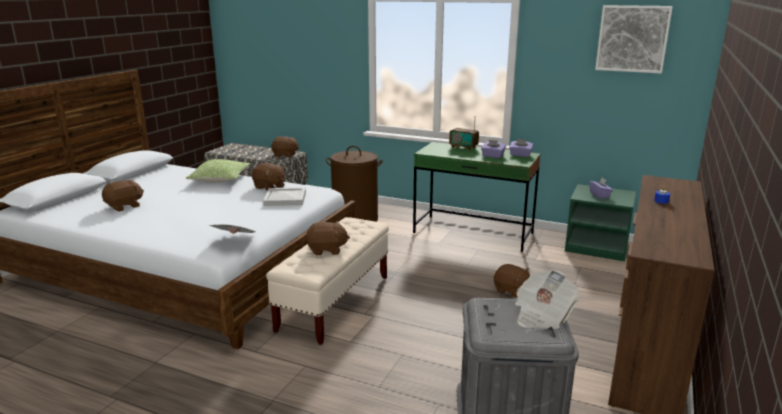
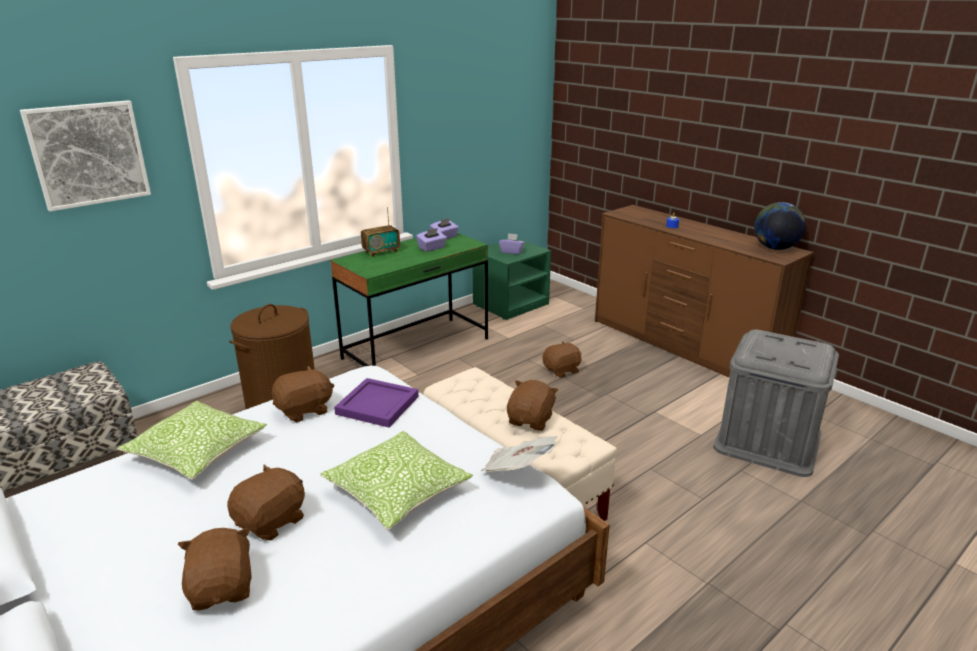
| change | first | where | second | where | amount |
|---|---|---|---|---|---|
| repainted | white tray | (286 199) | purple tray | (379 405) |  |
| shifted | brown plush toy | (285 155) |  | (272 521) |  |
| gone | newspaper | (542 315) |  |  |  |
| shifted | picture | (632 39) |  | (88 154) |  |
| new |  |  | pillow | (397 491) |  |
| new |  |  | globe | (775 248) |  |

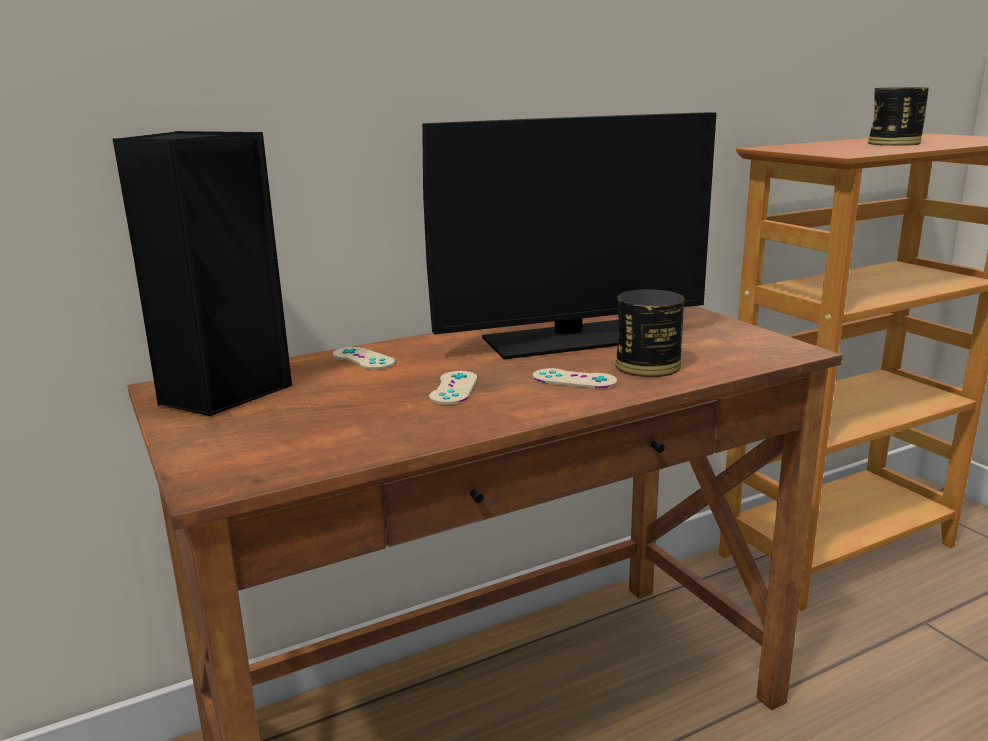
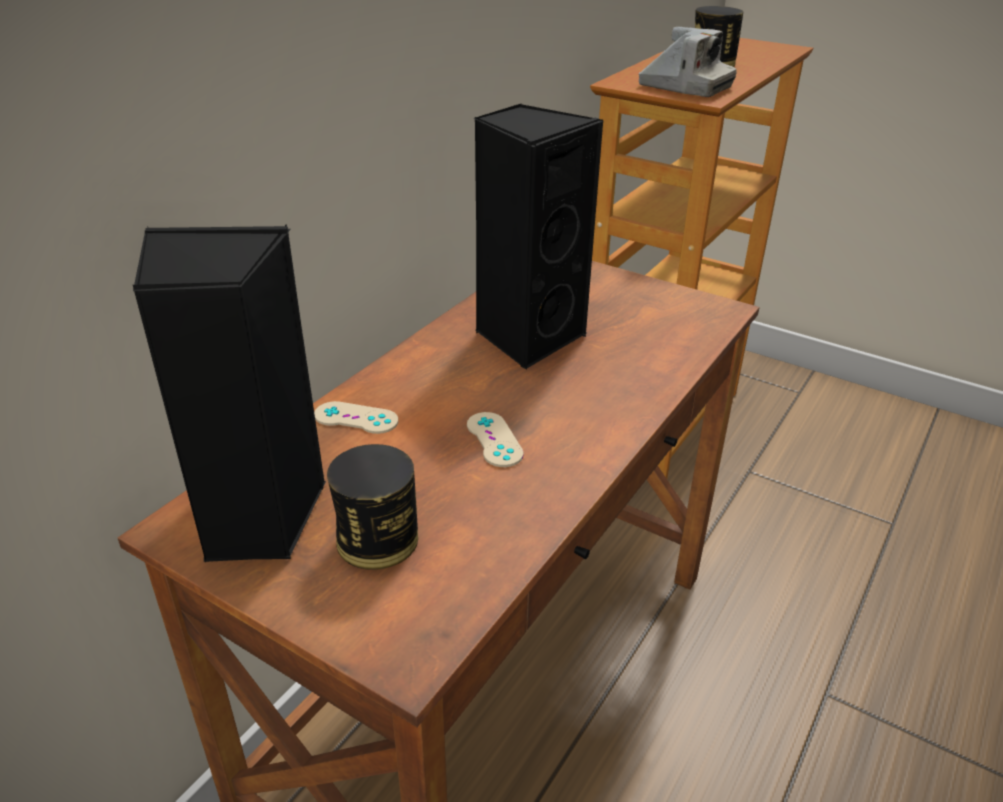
| change | first | where | second | where | amount |
|---|---|---|---|---|---|
| swapped | monitor | (568 339) | black speaker | (527 337) |  |
| gone | beige game controller | (574 379) |  |  |  |
| shifted | can | (647 366) |  | (377 540) |  |
| new |  |  | photo camera | (685 87) |  |

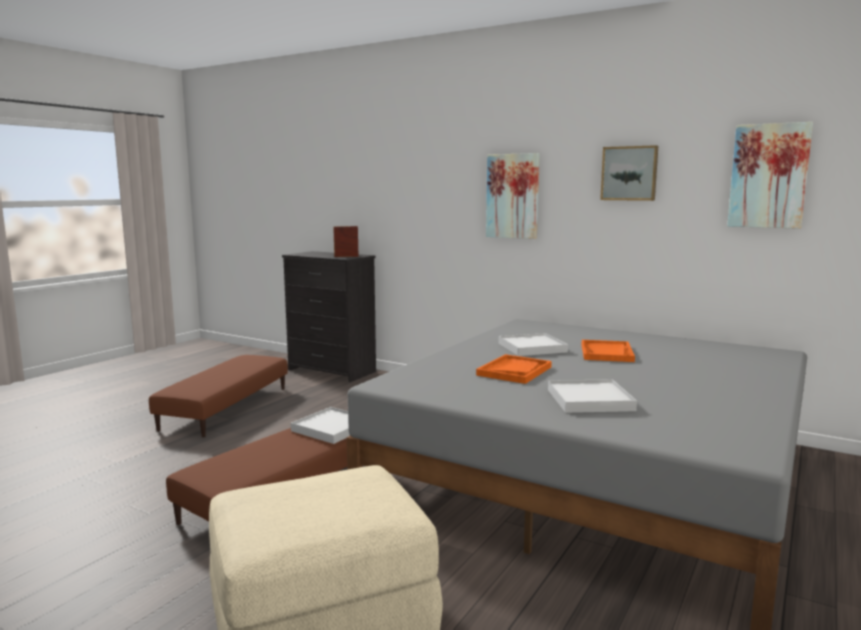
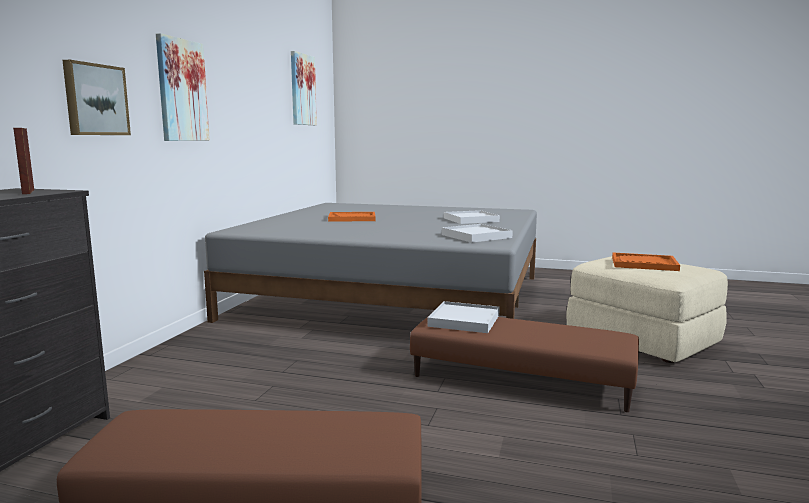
| change | first | where | second | where | amount |
|---|---|---|---|---|---|
| shifted | orange tray | (514 371) |  | (643 264) |  |
| shifted | white tray | (531 347) |  | (476 236) |  |
| shifted | picture | (629 173) |  | (95 100) |  |

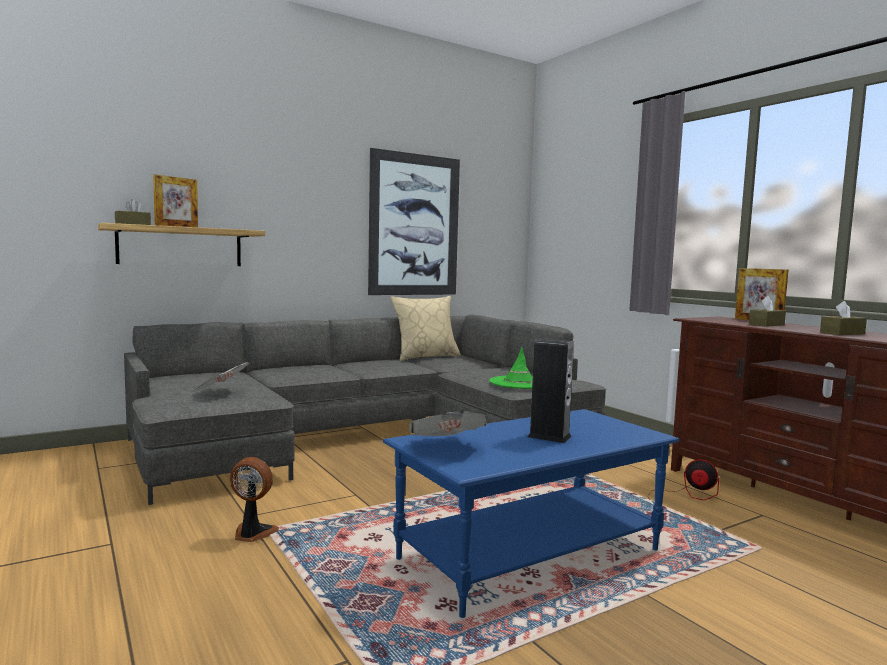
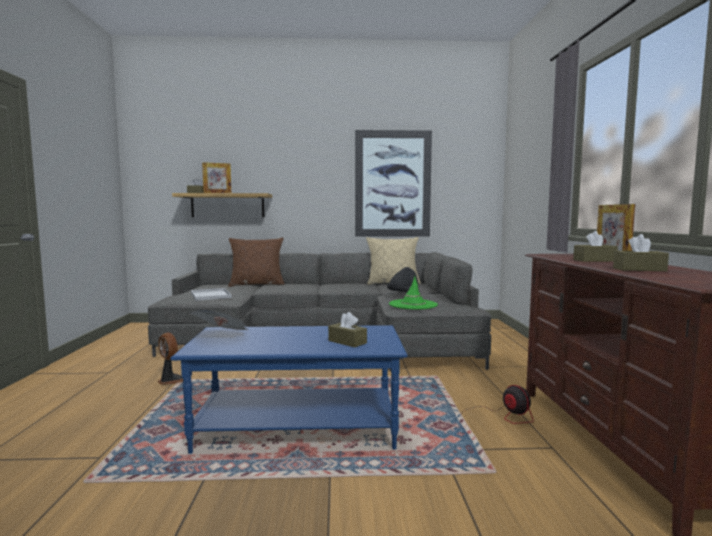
| change | first | where | second | where | amount |
|---|---|---|---|---|---|
| swapped | newspaper | (220 393) | white tray | (210 295) |  |
| gone | speaker | (549 436) |  |  |  |
| new |  |  | brown pillow | (257 284) |  |
| new |  |  | brown tissue box | (347 342) |  |
| new |  |  | black hat | (403 295) |  |

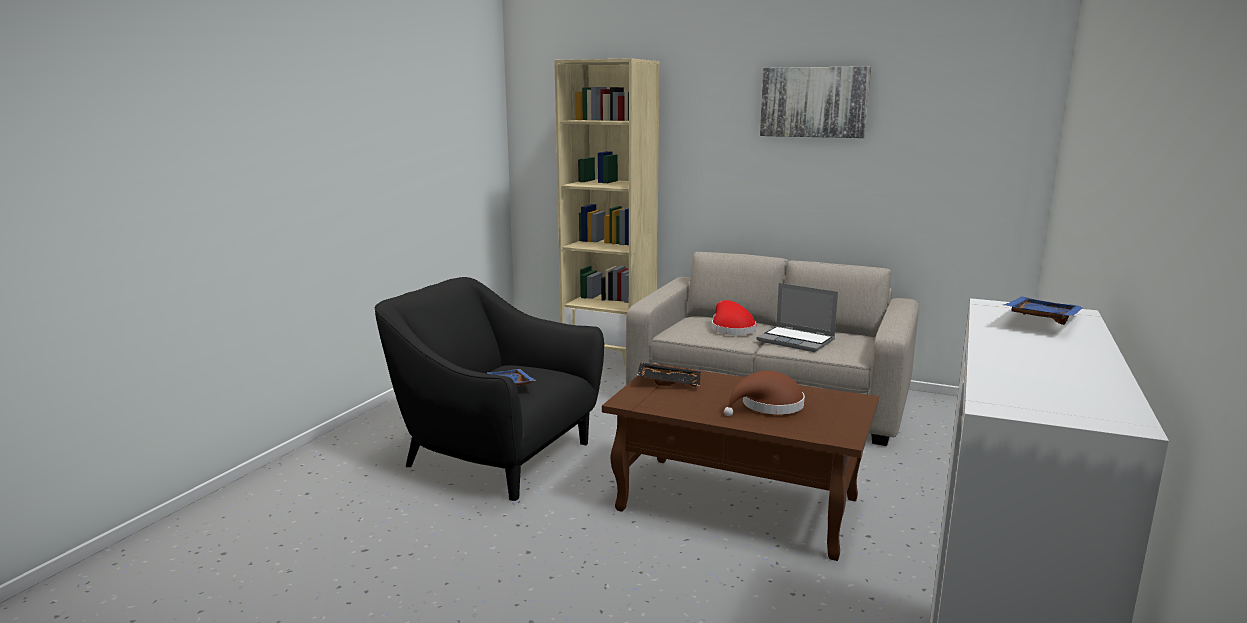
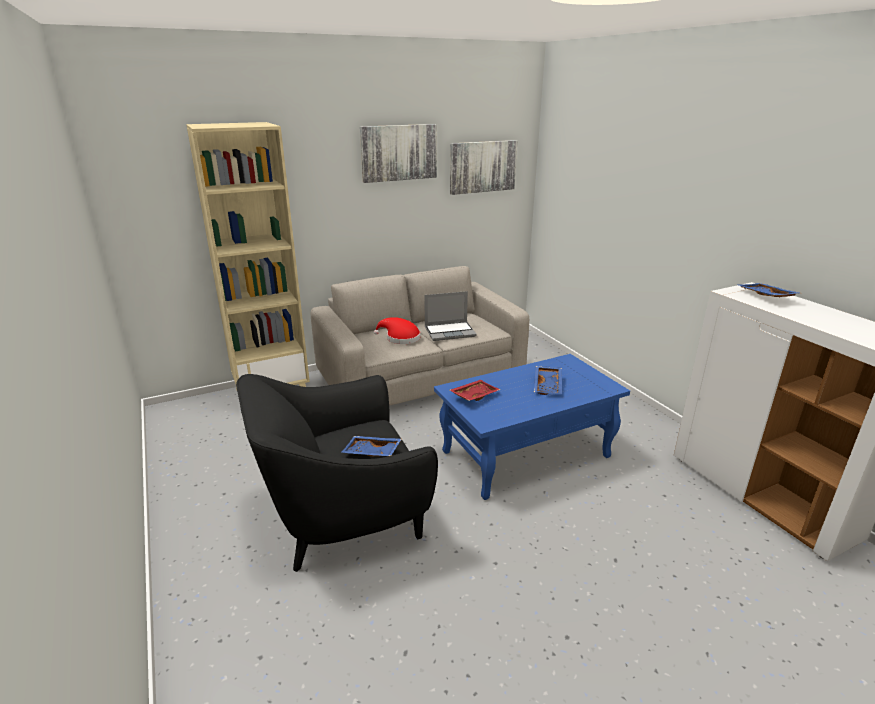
| change | first | where | second | where | amount |
|---|---|---|---|---|---|
| repainted | brown coffee table | (739 504) | blue coffee table | (527 453) |  |
| repainted | black tray | (669 382) | red tray | (474 395) |  |
| swapped | brown hat | (768 406) | blue tray | (548 385) |  |
| new |  |  | picture | (482 166) |  |

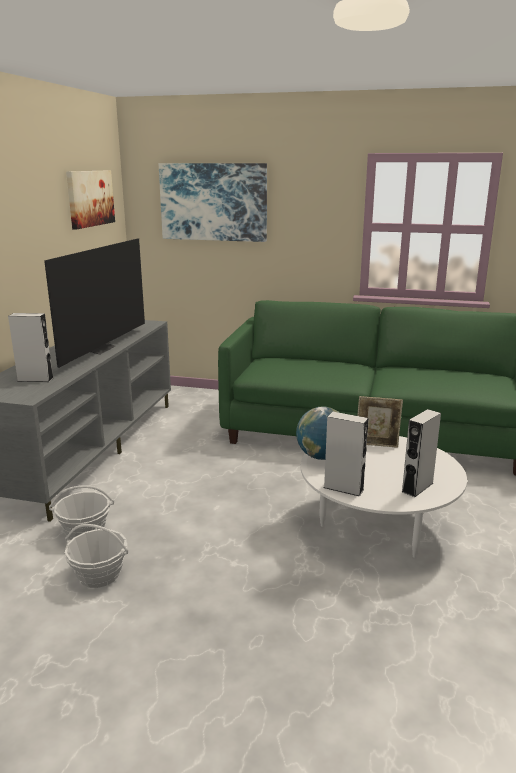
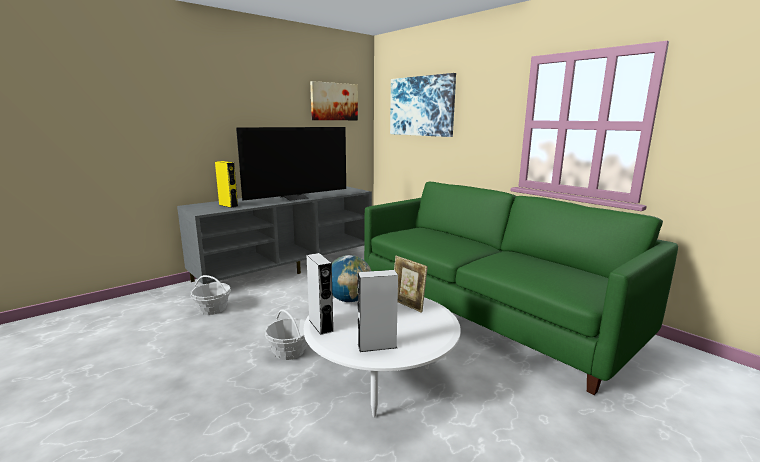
| change | first | where | second | where | amount |
|---|---|---|---|---|---|
| repainted | grey speaker | (35 379) | yellow speaker | (228 205) |  |
| shifted | basket | (99 575) |  | (289 351) |  |

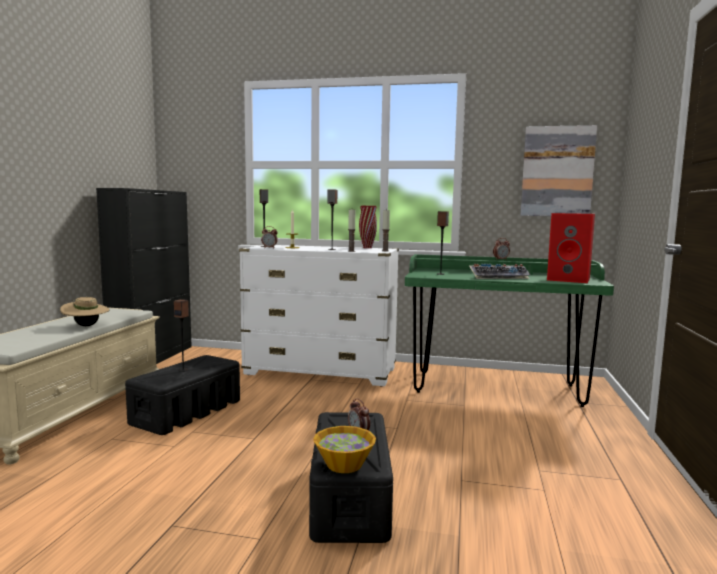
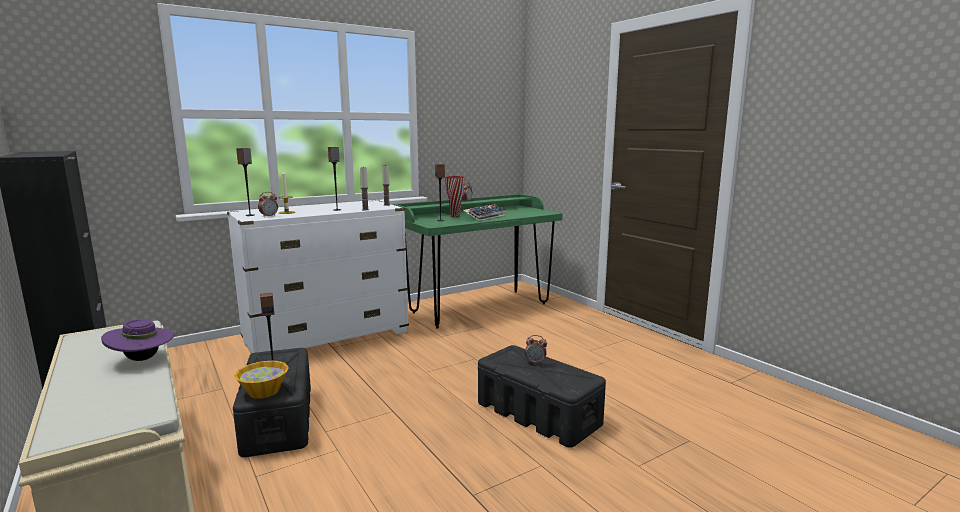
| change | first | where | second | where | amount |
|---|---|---|---|---|---|
| repainted | beige hat | (86 326) | purple hat | (142 359) |  |
| shifted | bowl | (344 464) |  | (263 391) |  |
| shifted | red vase | (367 248) |  | (455 216) |  |
| gone | picture | (557 172) |  |  |  |
| gone | red speaker | (569 279) |  |  |  |

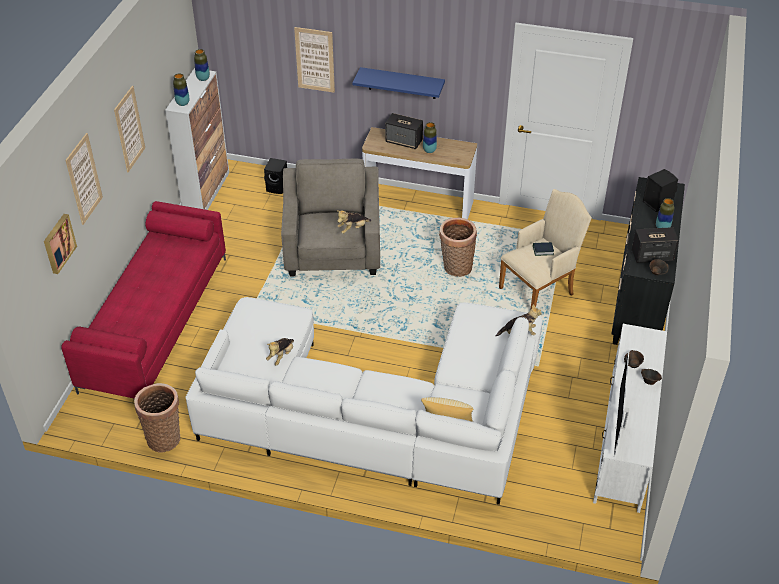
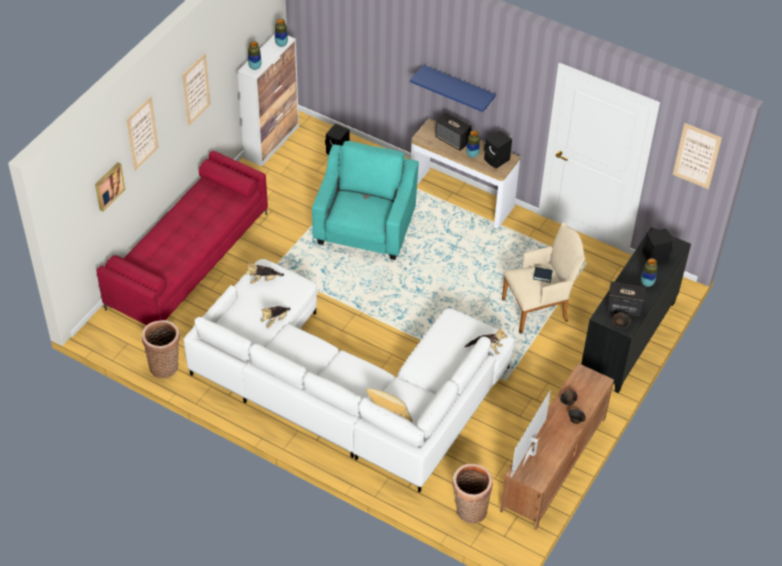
| change | first | where | second | where | amount |
|---|---|---|---|---|---|
| repainted | grey armchair | (333 253) | turquoise armchair | (365 229) |  |
| shifted | picture | (315 60) |  | (697 156) |  |
| shifted | plush toy | (353 229) |  | (264 280) |  |
| shifted | basket | (456 267) |  | (469 510) |  |
| repainted | white tv stand | (625 438) | brown tv stand | (553 464) |  |
| new |  |  | black speaker | (497 160) |  |

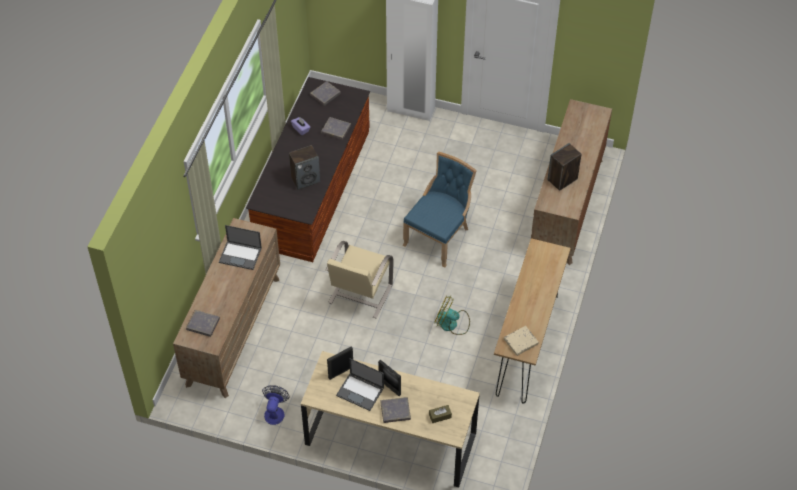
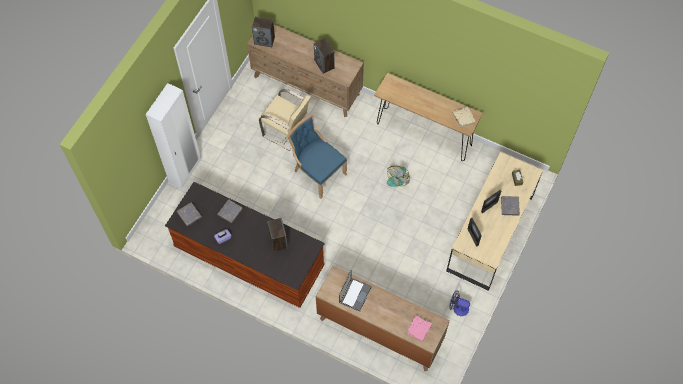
| change | first | where | second | where | amount |
|---|---|---|---|---|---|
| repainted | grey book | (203 324) | pink book | (418 329) |  |
| shifted | beige chair | (359 294) |  | (286 130) |  |
| gone | laptop | (360 392) |  |  |  |
| new |  |  | speaker | (264 40) |  |

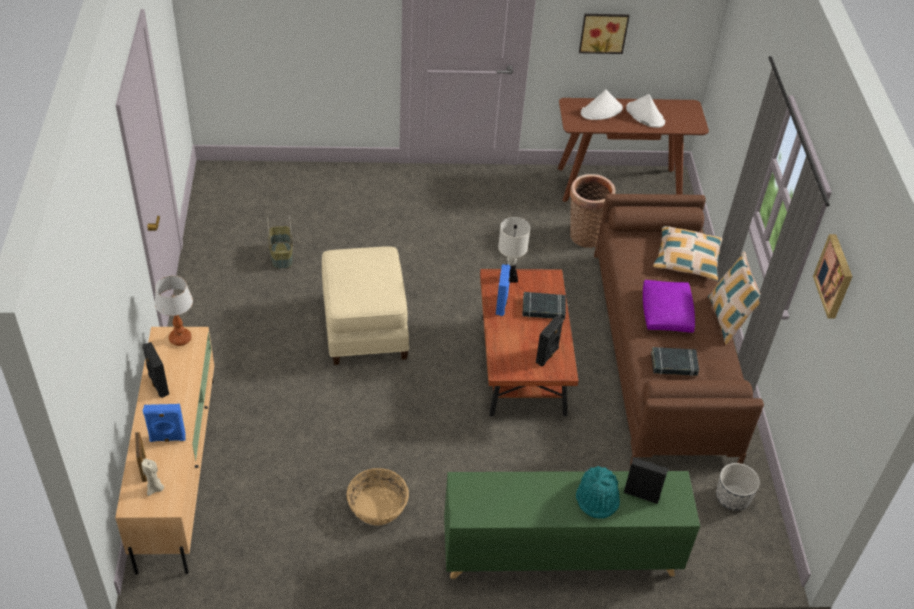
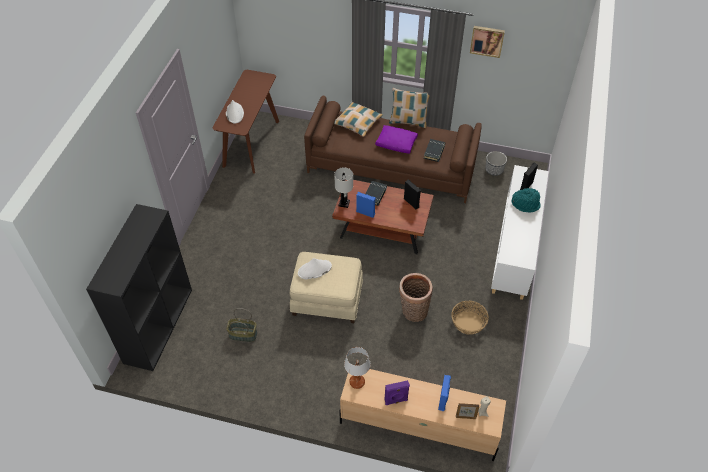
| change | first | where | second | where | amount |
|---|---|---|---|---|---|
| repainted | black speaker | (158 385) | purple speaker | (396 400) |  |
| repainted | green cabinet | (559 553) | white cabinet | (515 248) |  |
| shifted | basket | (585 234) |  | (413 311) |  |
| gone | picture | (603 32) |  |  |  |
| shifted | white hat | (645 115) |  | (314 270) |  |
| new |  |  | black bookcase | (158 325) |  |

